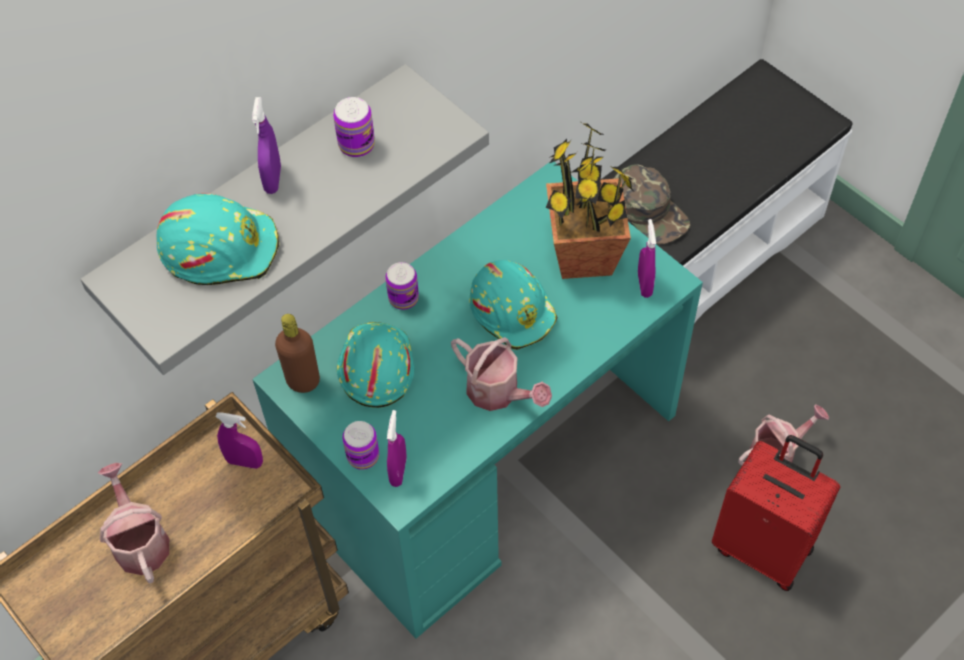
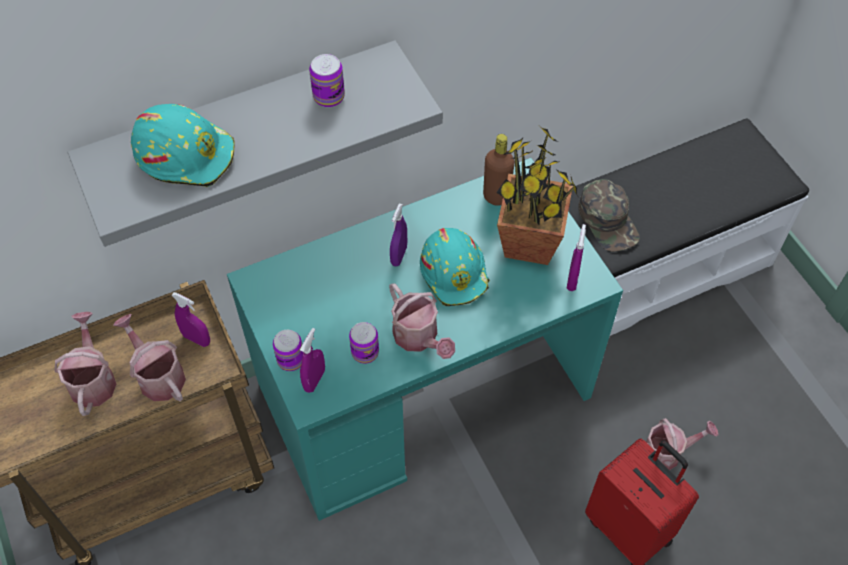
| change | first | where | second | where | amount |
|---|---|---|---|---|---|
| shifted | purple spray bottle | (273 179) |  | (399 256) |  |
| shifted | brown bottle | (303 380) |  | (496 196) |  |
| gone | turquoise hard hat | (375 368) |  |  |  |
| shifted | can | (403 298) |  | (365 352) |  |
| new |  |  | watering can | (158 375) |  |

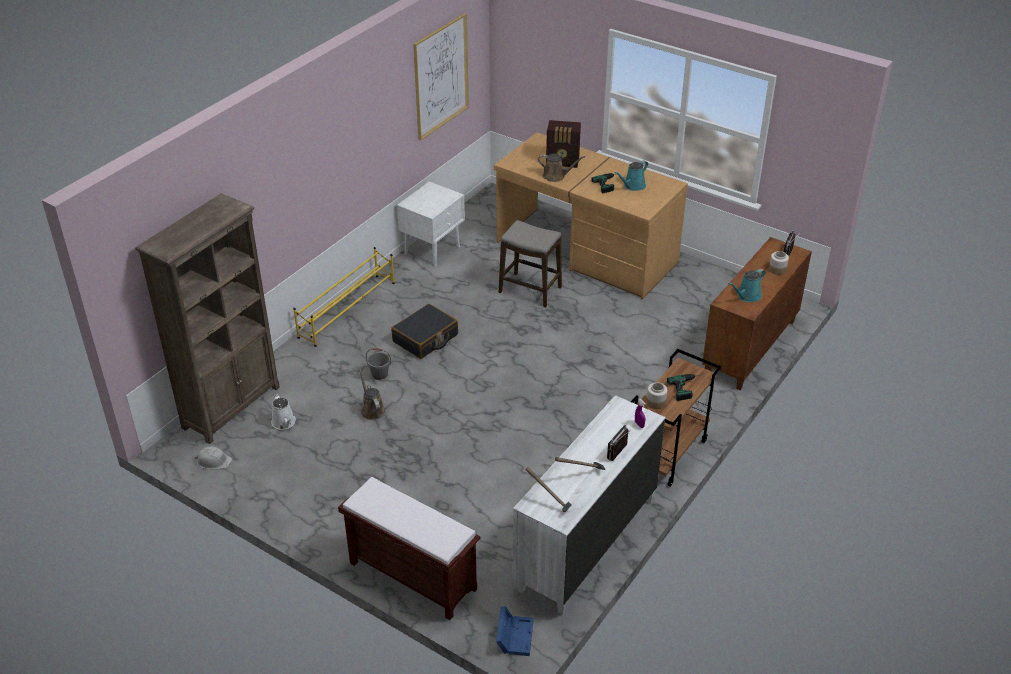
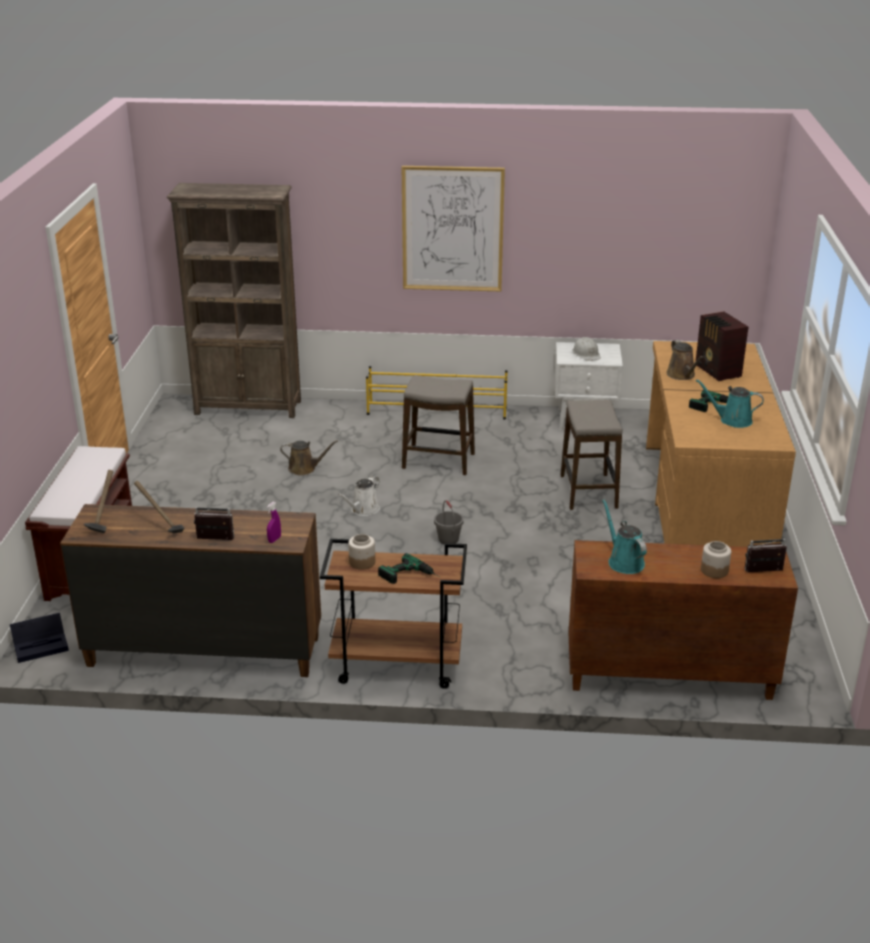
| change | first | where | second | where | amount |
|---|---|---|---|---|---|
| shifted | white hard hat | (213 461) |  | (586 354) |  |
| shifted | white watering can | (284 423) |  | (363 510) |  |
| rotated | brown watering can | (372 409) |  | (304 469) | 60 degrees clockwise |
| shifted | grey bucket | (379 374) |  | (448 539) |  |
| swapped | black suitcase | (425 338) | stool | (438 461) |  |
| shifted | picture | (441 76) |  | (452 229) |  |
| repainted | blue storage box | (514 635) | black storage box | (42 645) |  |
| repainted | white dresser | (586 543) | brown dresser | (203 650) |  |
| rotated | turquoise watering can | (747 296) |  | (624 561) | 45 degrees clockwise |

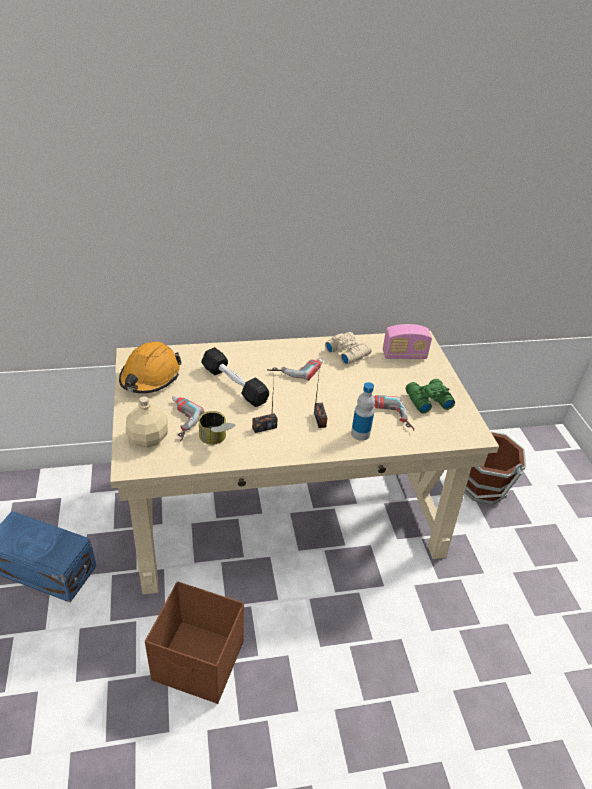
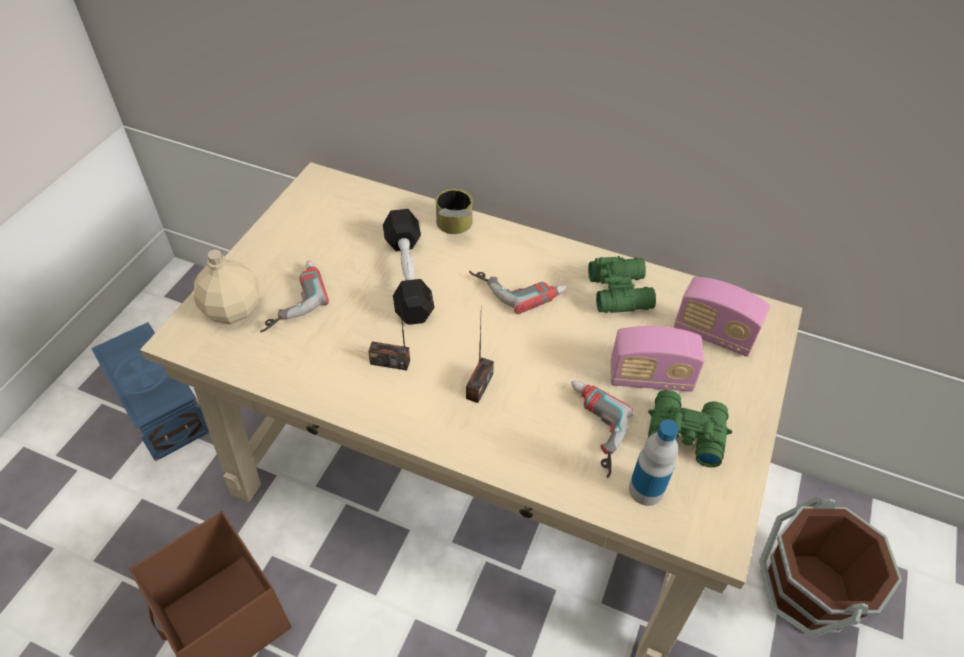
| change | first | where | second | where | amount |
|---|---|---|---|---|---|
| gone | orange hard hat | (150 377) |  |  |  |
| shifted | can | (216 440) |  | (454 229) |  |
| repainted | beige binoculars | (347 352) | green binoculars | (620 291) |  |
| shifted | bottle | (360 433) |  | (646 490) |  |
| new |  |  | radio | (650 378) |  |

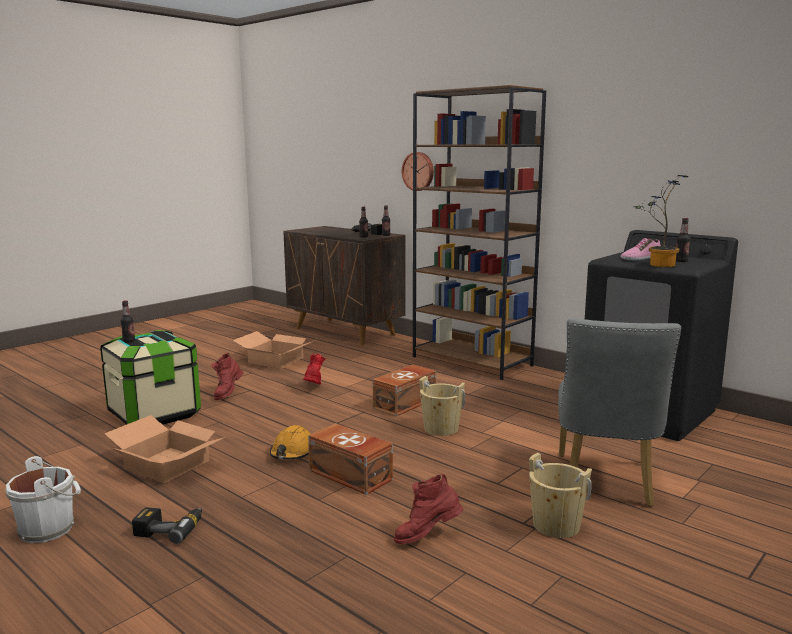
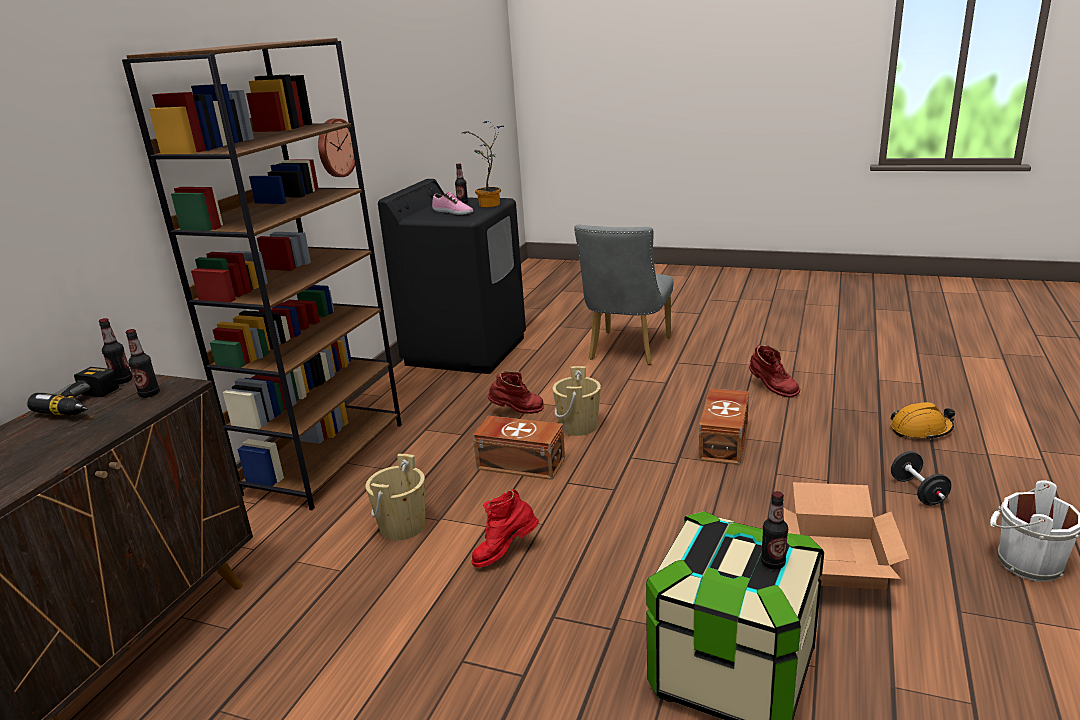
| change | first | where | second | where | amount |
|---|---|---|---|---|---|
| swapped | power drill | (170 529) | black dumbbell | (918 492) |  |
| shifted | red boot | (228 393) |  | (517 412) |  |
| gone | cardboard box | (277 360) |  |  |  |
| shifted | orange hard hat | (292 453) |  | (920 430) |  |
| shifted | wall clock | (418 171) |  | (335 148) |  |
| shifted | beige bucket | (556 525) |  | (402 526) |  |
| rotated | grey chair | (604 484) |  | (627 351) | 120 degrees clockwise |

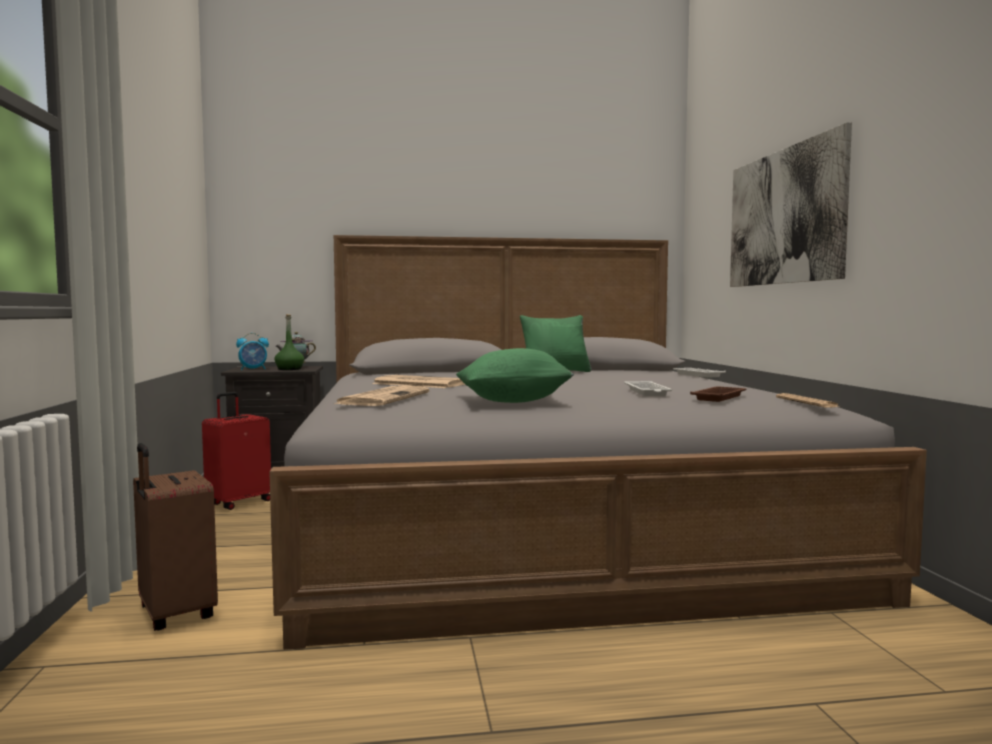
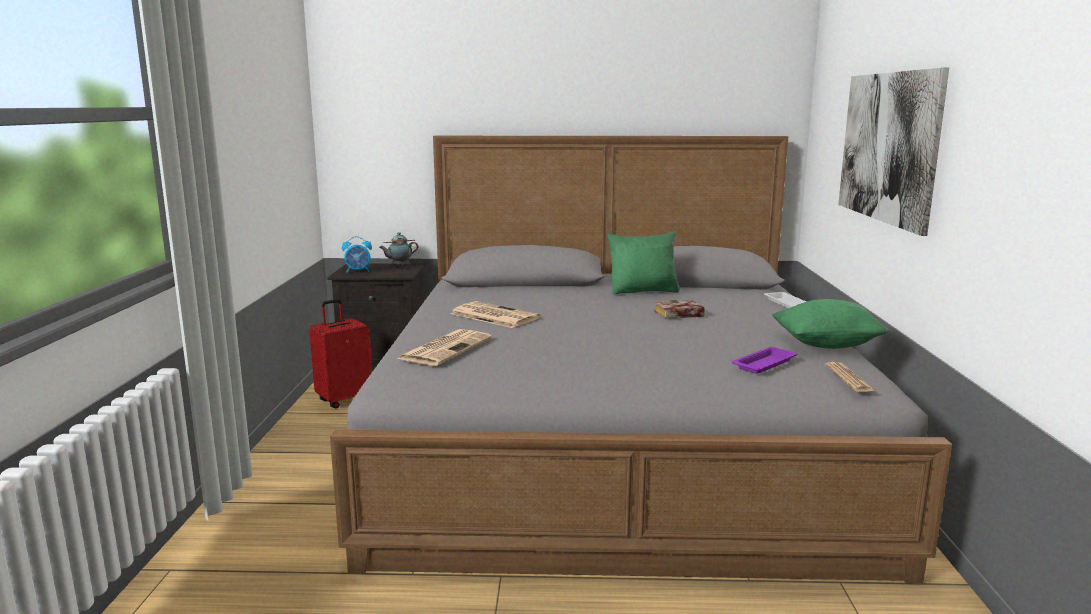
| change | first | where | second | where | amount |
|---|---|---|---|---|---|
| gone | brown suitcase | (174 614) |  |  |  |
| gone | green bottle | (289 369) |  |  |  |
| shifted | green pillow | (513 401) |  | (826 345) |  |
| gone | white tray | (647 392) |  |  |  |
| repainted | brown tray | (719 397) | purple tray | (765 364) |  |
| new |  |  | book | (677 315) |  |

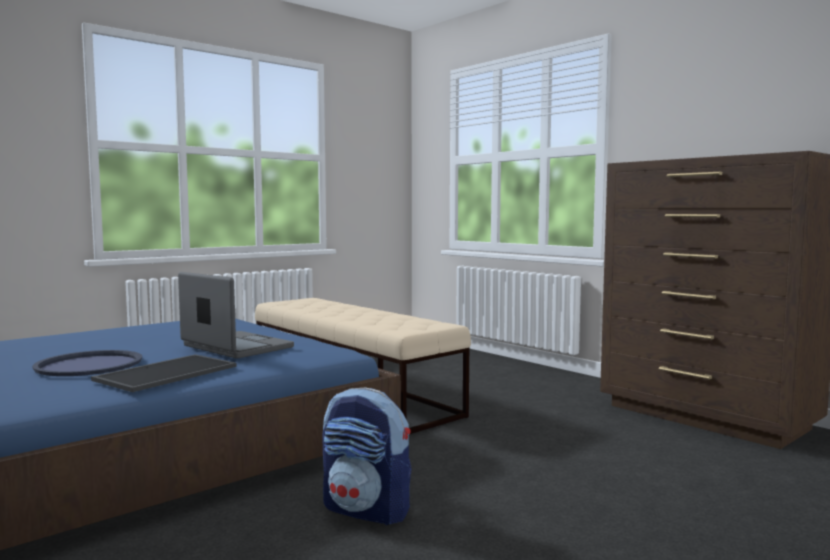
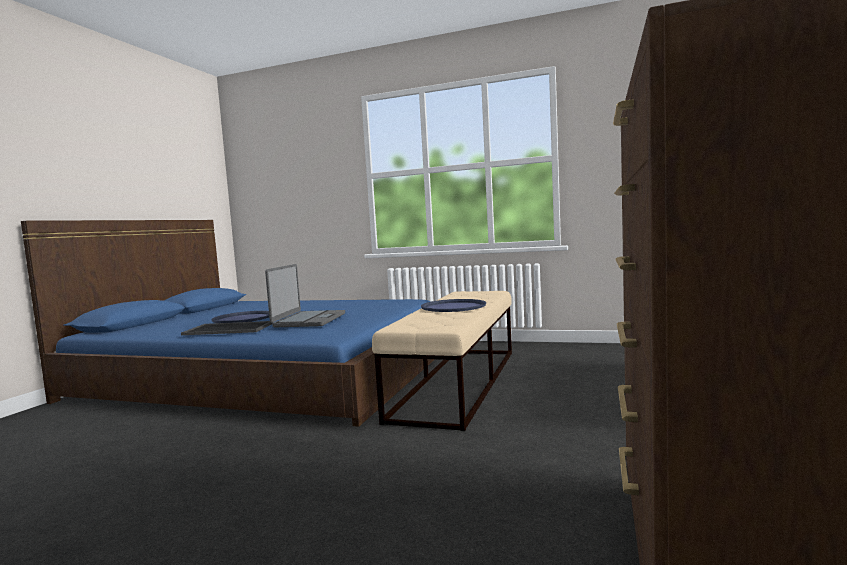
| change | first | where | second | where | amount |
|---|---|---|---|---|---|
| gone | backpack | (367 510) |  |  |  |
| new |  |  | blue tray | (453 307) |  |

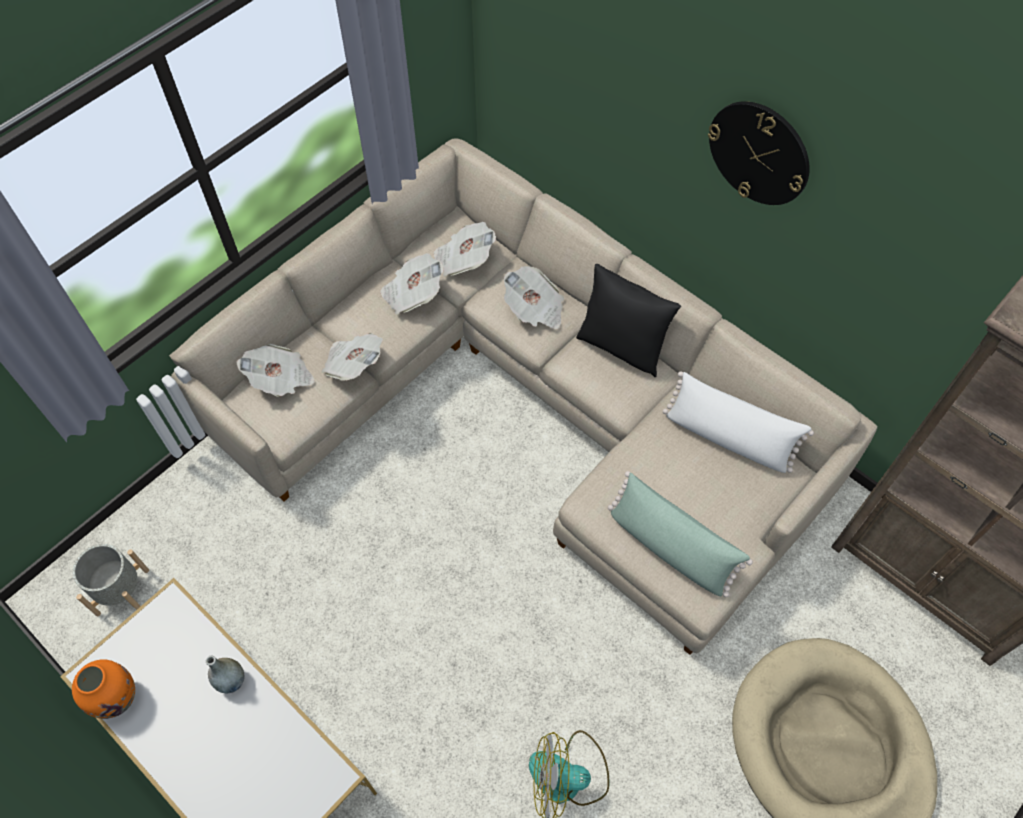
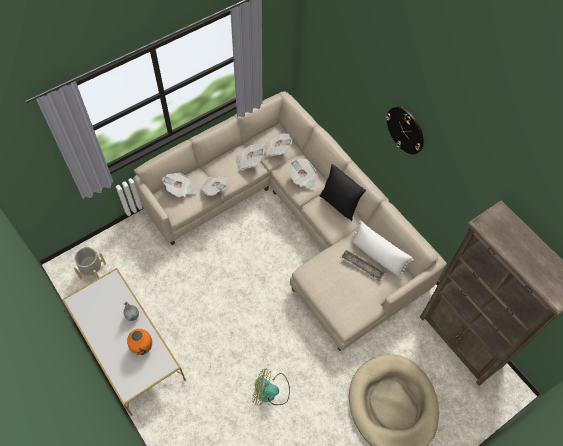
| change | first | where | second | where | amount |
|---|---|---|---|---|---|
| shifted | orange vase | (117 697) |  | (142 347) |  |
| gone | green pillow | (670 548) |  |  |  |
| new |  |  | tray | (362 266) |  |

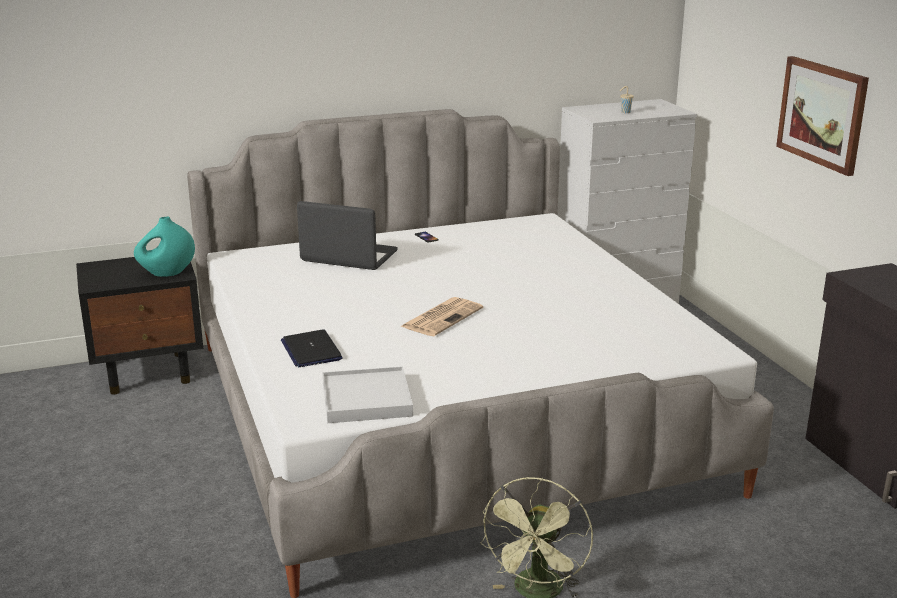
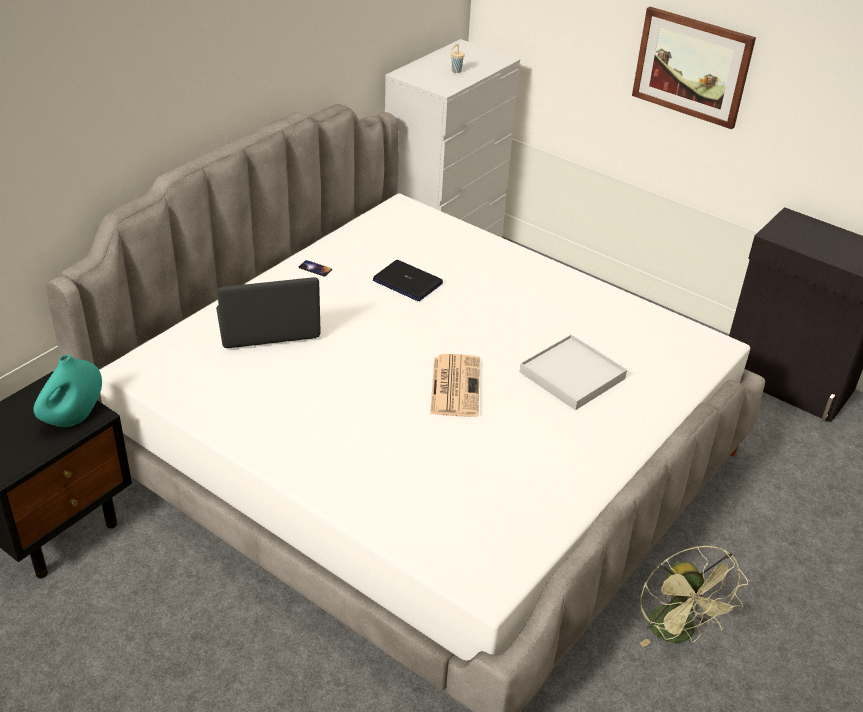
| change | first | where | second | where | amount |
|---|---|---|---|---|---|
| shifted | laptop | (311 350) |  | (407 282) |  |
| shifted | white tray | (366 399) |  | (572 375) |  |

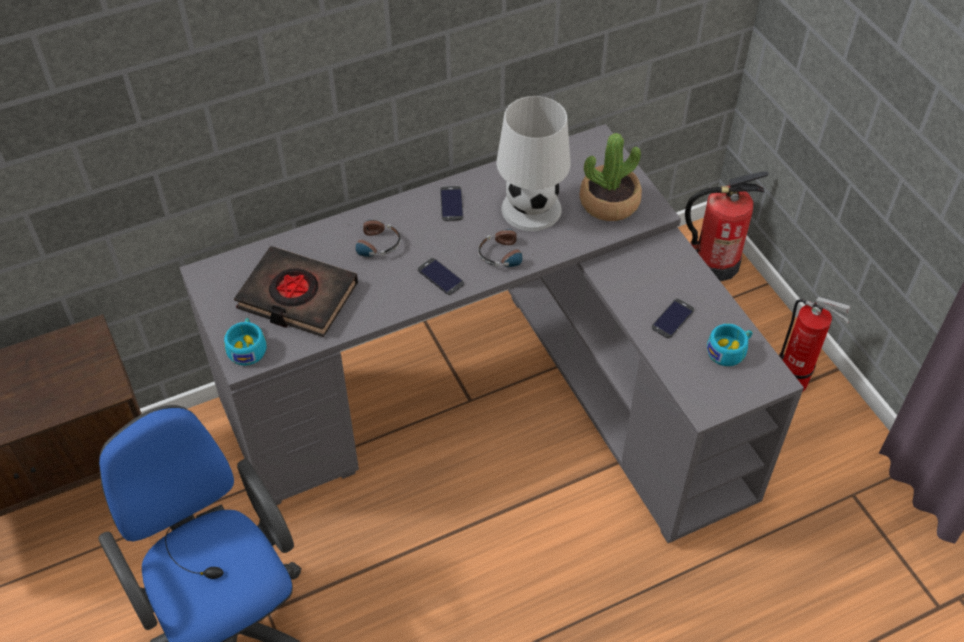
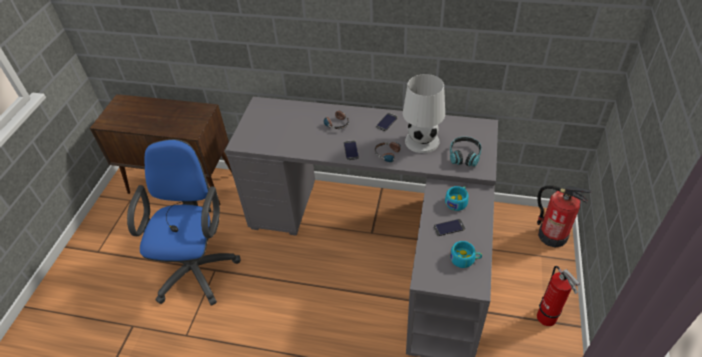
| change | first | where | second | where | amount |
|---|---|---|---|---|---|
| shifted | turquoise cup | (247 347) |  | (457 201) |  |
| gone | black book | (297 297) |  |  |  |
| swapped | potted plant | (609 202) | headphones | (464 156) |  |

